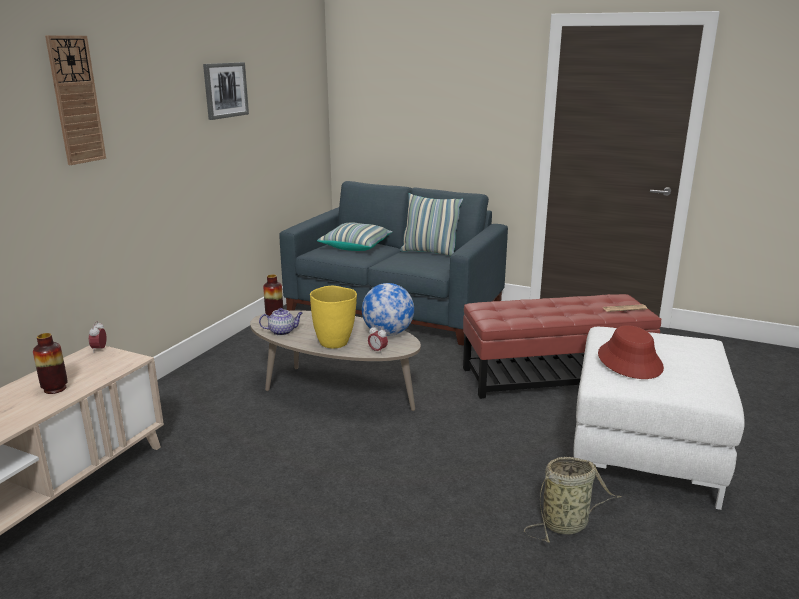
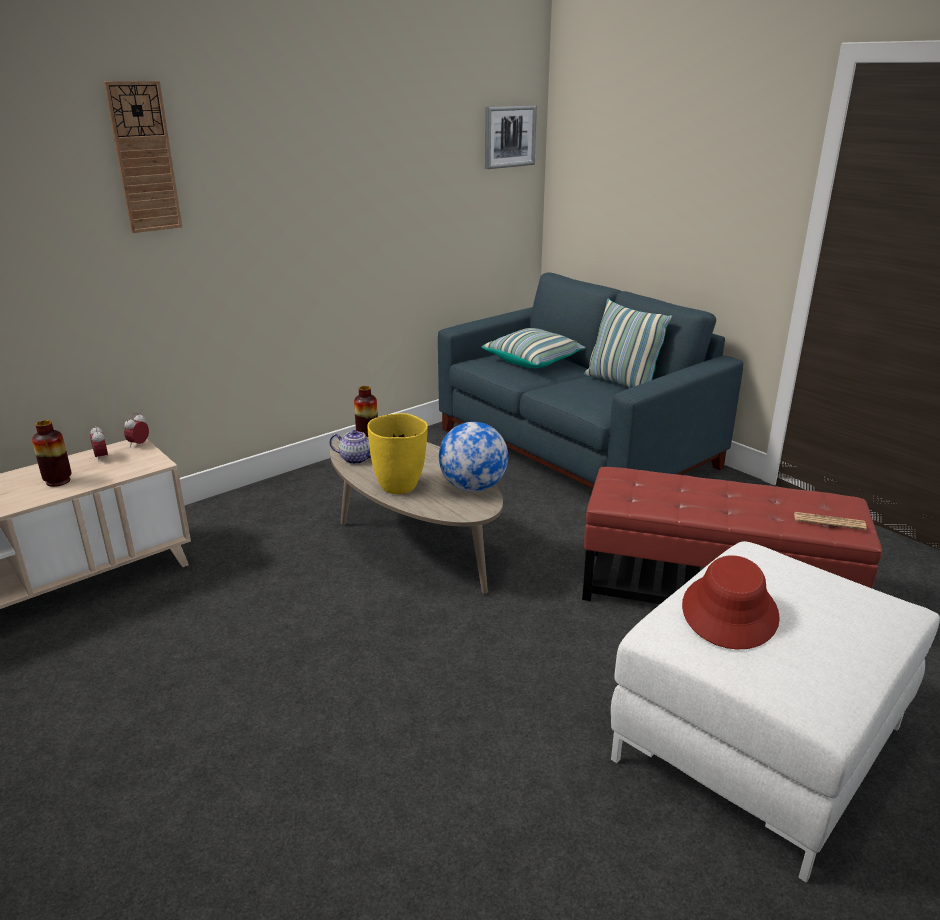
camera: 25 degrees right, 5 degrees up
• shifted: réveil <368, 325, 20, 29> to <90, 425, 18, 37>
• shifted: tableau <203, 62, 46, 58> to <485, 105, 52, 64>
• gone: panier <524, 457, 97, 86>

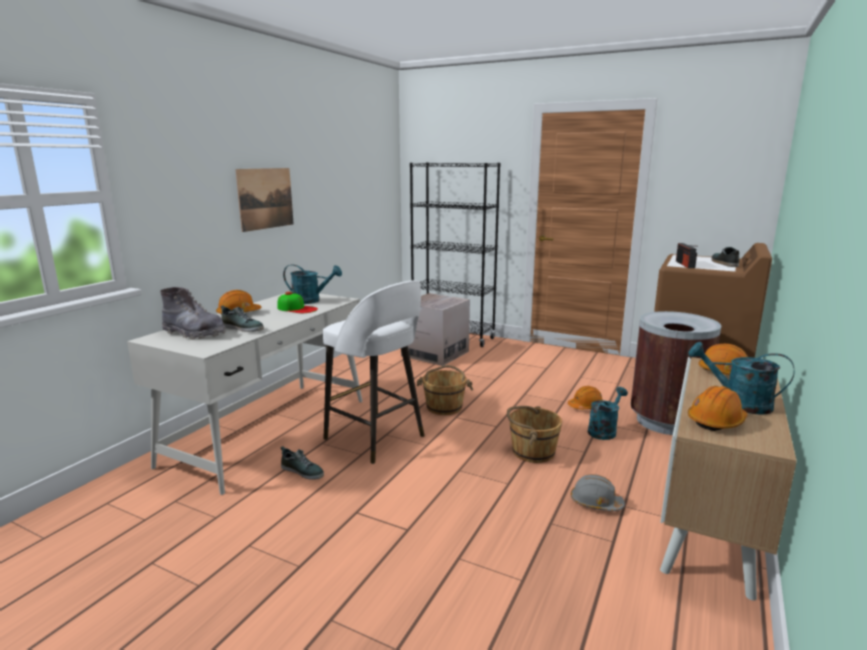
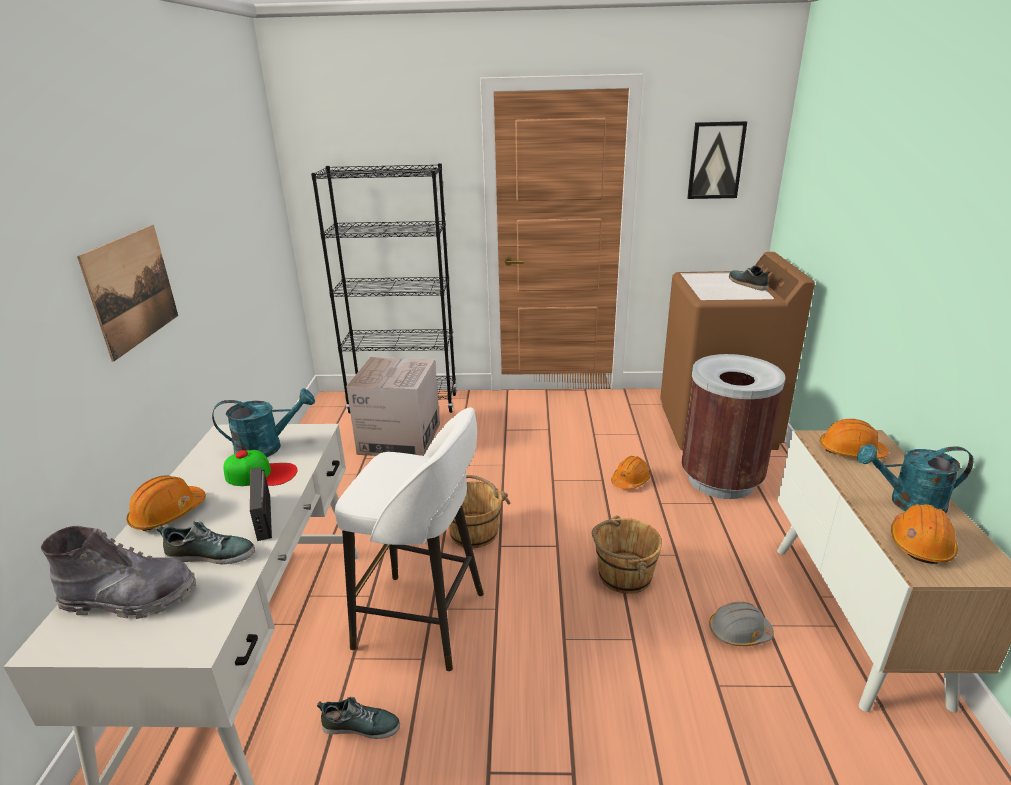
camera: 25 degrees left, 10 degrees up
• shifted: radio <676, 243, 22, 25> to <250, 467, 22, 74>
• new: tableau <687, 121, 60, 78>
• gone: arrosoir (turquoise) <588, 387, 40, 53>

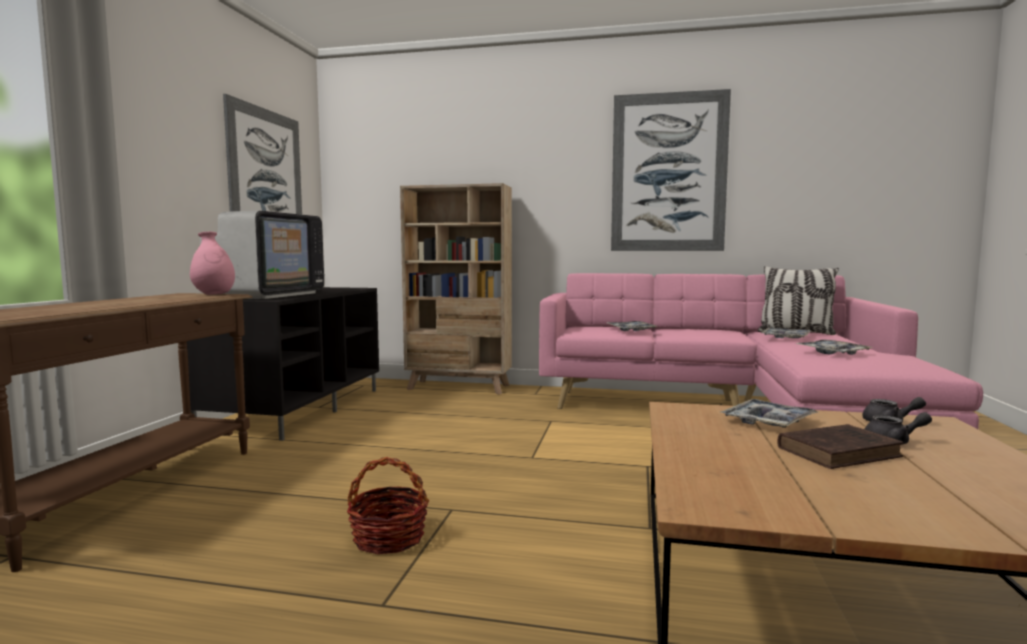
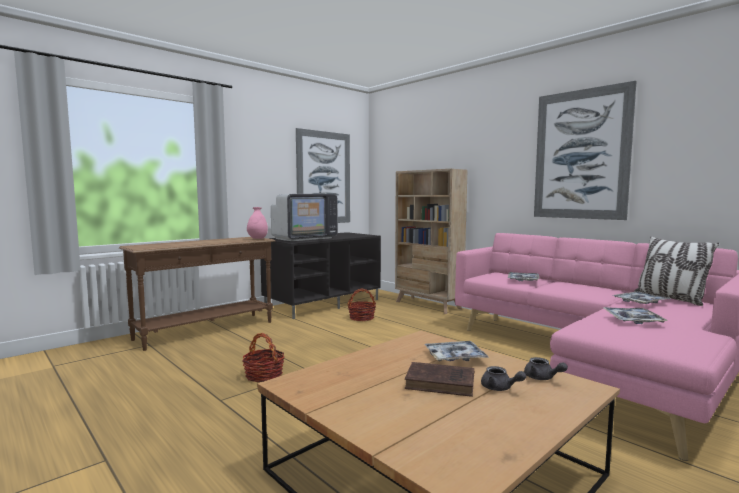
camera: 35 degrees right, 0 degrees up
• new: panier <347, 288, 29, 33>

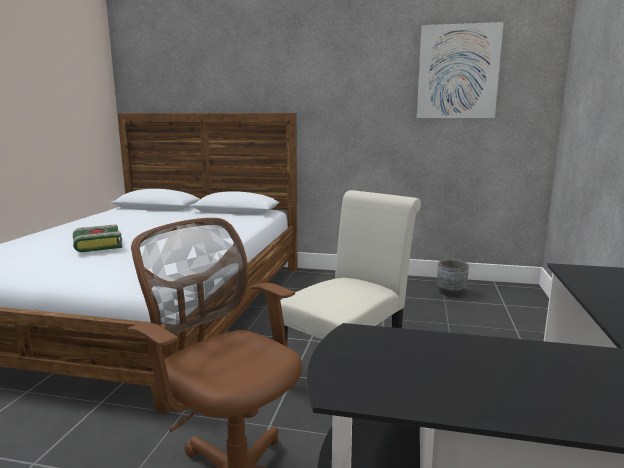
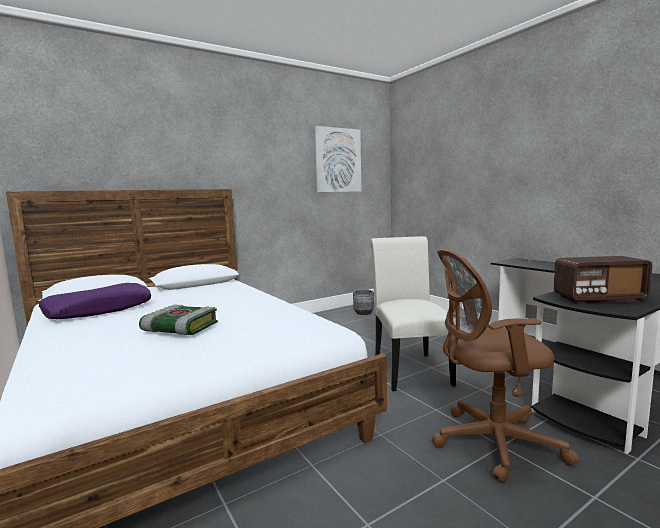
camera: 45 degrees left, 5 degrees down
• new: coussin (violet) <39, 283, 112, 36>
• new: radio <553, 256, 100, 47>

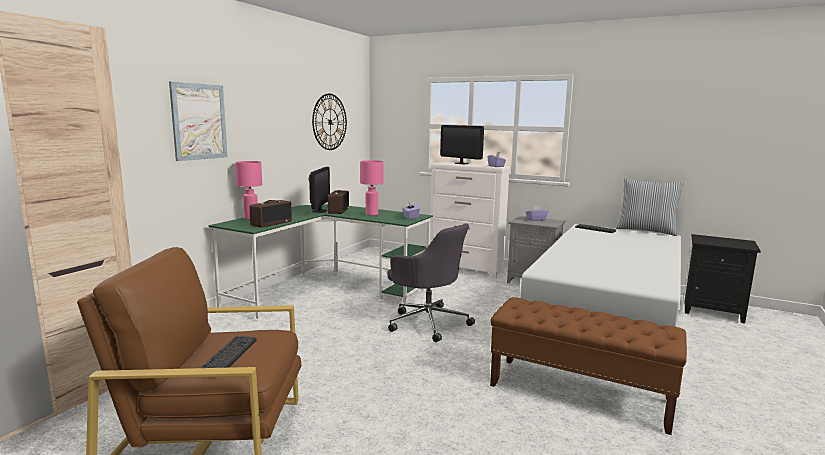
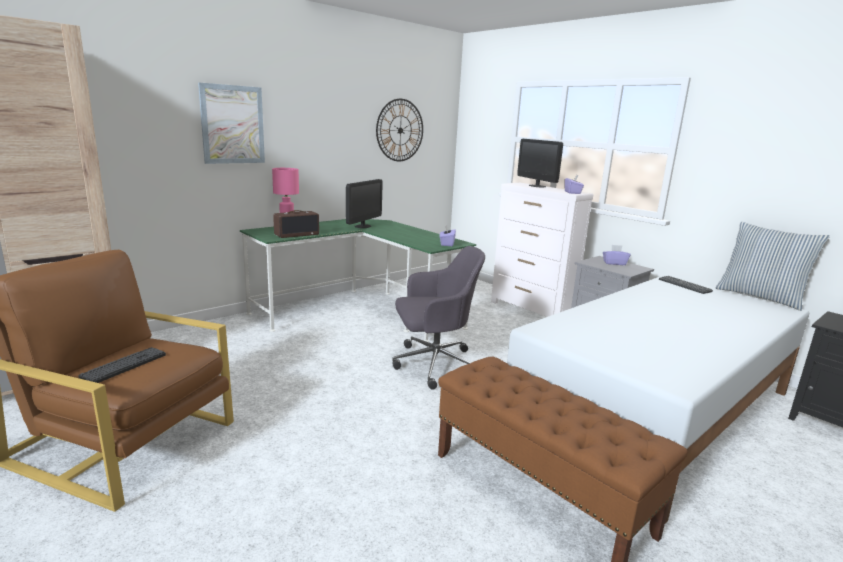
camera: 20 degrees right, 5 degrees up
• rotated: chaise de bureau (gris) <387, 223, 88, 119> = <392, 246, 93, 144> 75 degrees counterclockwise
• gone: radio <328, 190, 21, 24>
• gone: lampe de table (rose) <360, 160, 24, 55>

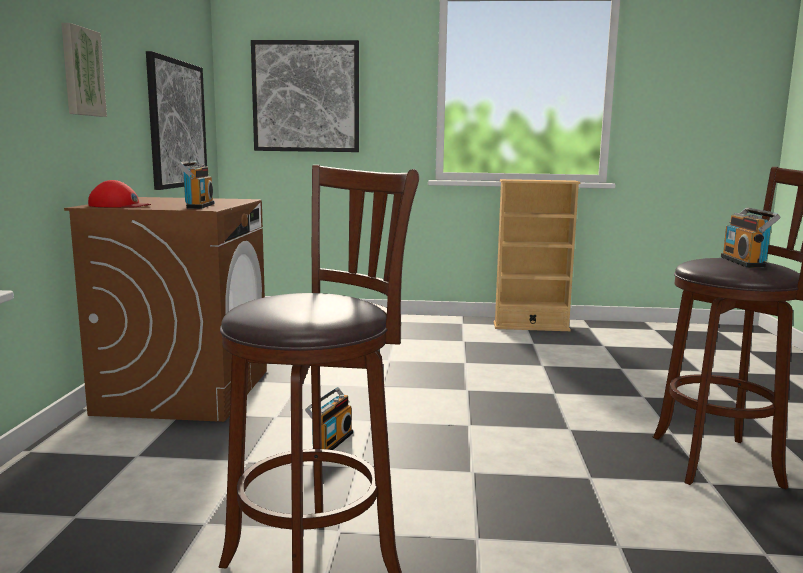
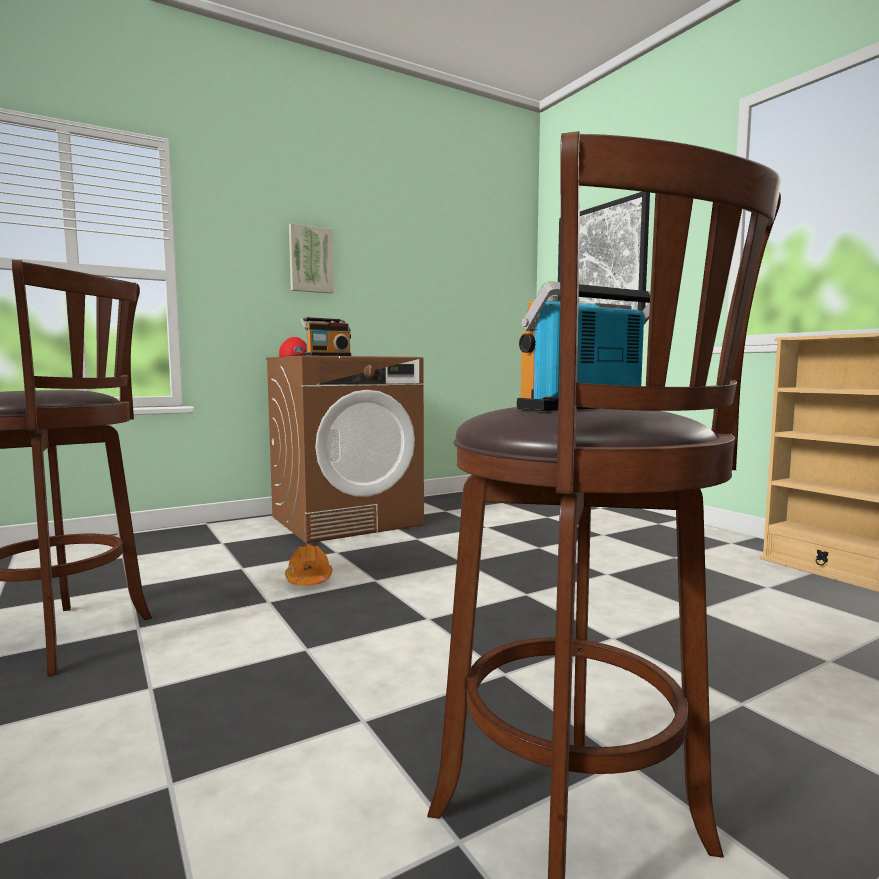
camera: 55 degrees right, 5 degrees down
• swapped: radio <305, 387, 48, 63> to casque de chantier (orange) <285, 544, 48, 42>
• gone: tableau <146, 51, 61, 139>

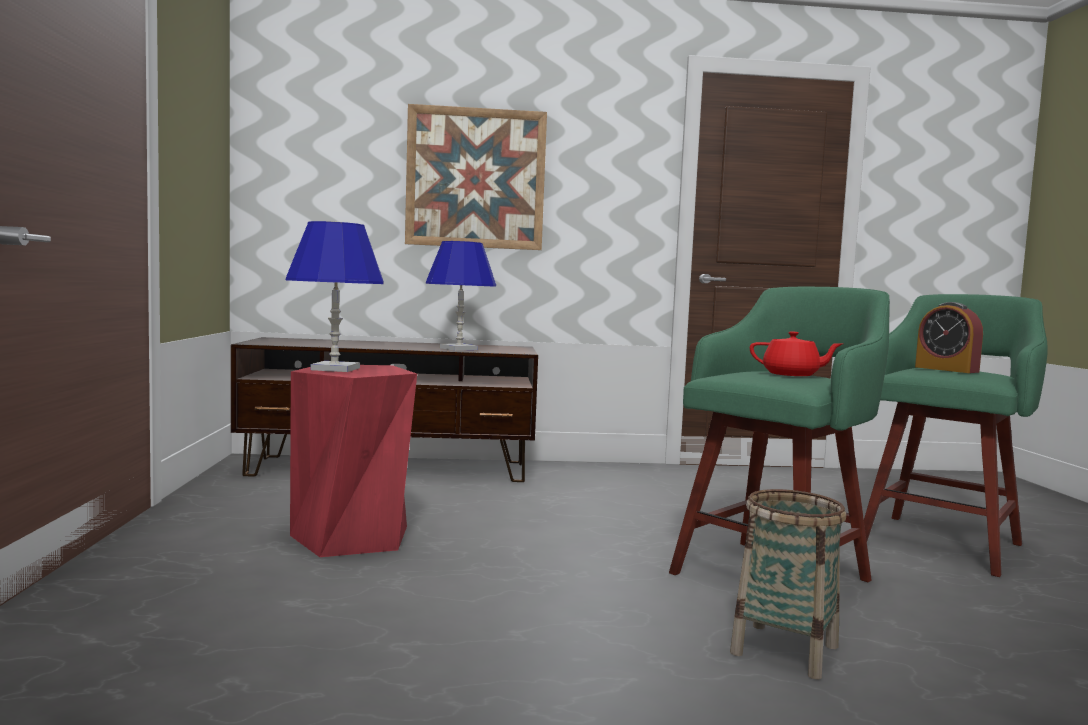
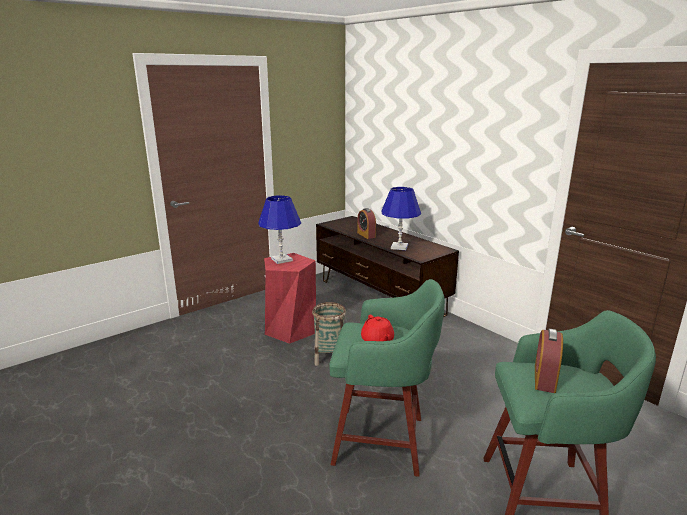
camera: 55 degrees right, 15 degrees up
• shifted: panier <730, 489, 116, 190> to <312, 302, 34, 64>
• new: réveil <357, 208, 19, 31>
• gone: tableau <405, 104, 142, 146>

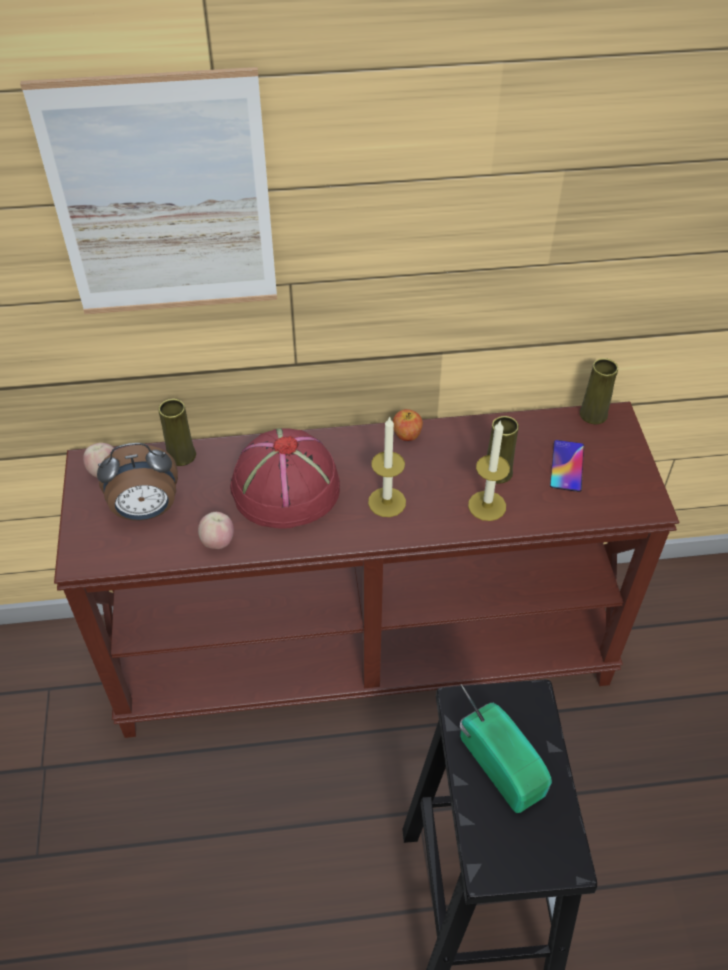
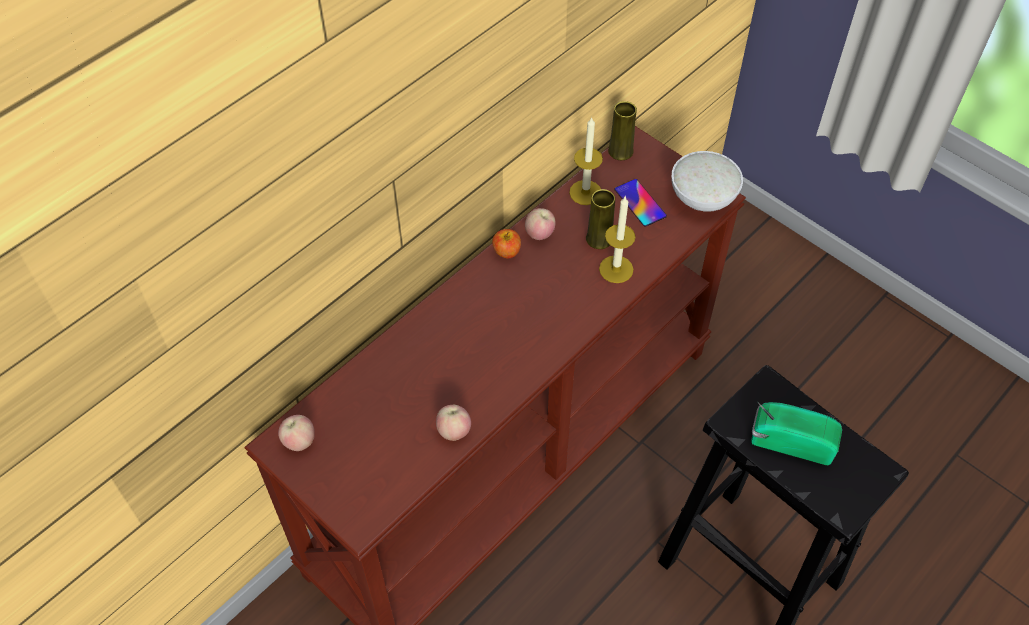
camera: 40 degrees left, 5 degrees up
• new: pomme <525, 208, 30, 32>
• shifted: bougie <368, 416, 38, 101> to <569, 117, 34, 88>
• new: bol (blanc) <672, 151, 71, 61>
• gone: tableau <20, 67, 257, 247>
• gone: réveil <97, 443, 81, 78>
• gone: vase (jaune) <159, 399, 37, 67>
• gone: chapeau (rouge) <230, 428, 110, 101>

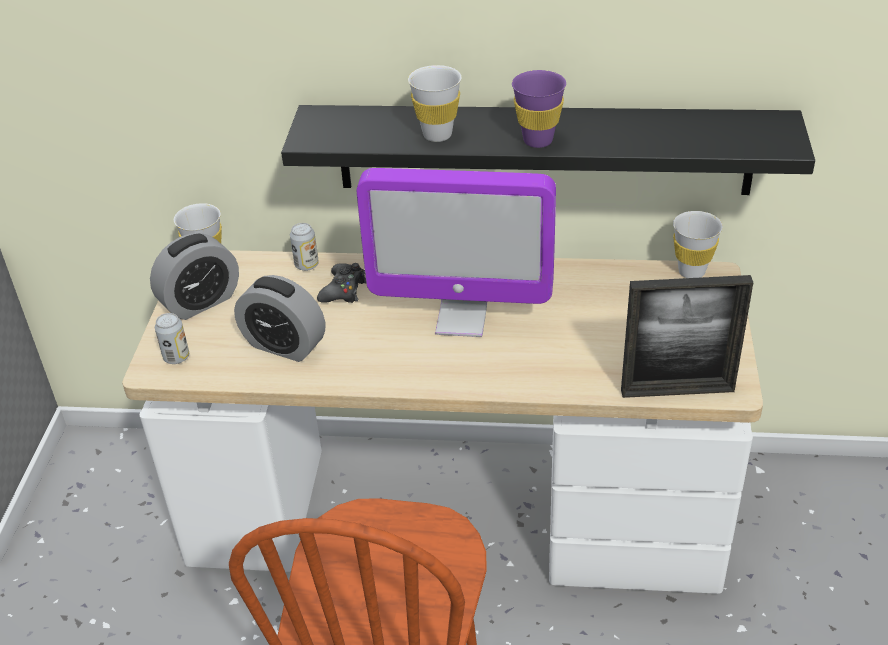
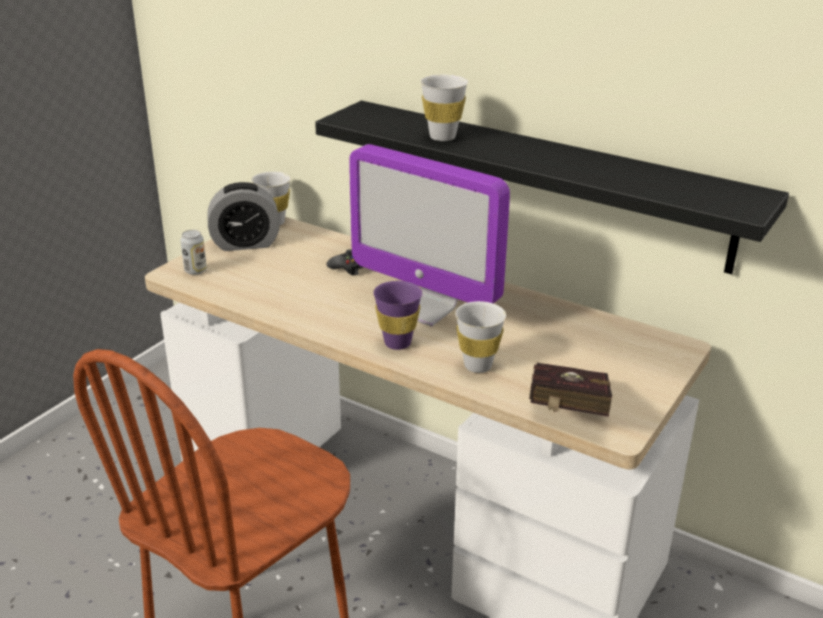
camera: 25 degrees right, 10 degrees down
• shifted: tasse (violet) <512, 70, 54, 78> to <373, 281, 49, 69>
• shifted: tasse (blanc) <673, 211, 50, 67> to <455, 301, 51, 72>
• swapped: cadre photo <621, 275, 132, 123> to livre (rouge) <529, 363, 83, 54>
• gone: réveil <234, 275, 91, 87>
• gone: boîte métallique <290, 223, 29, 48>

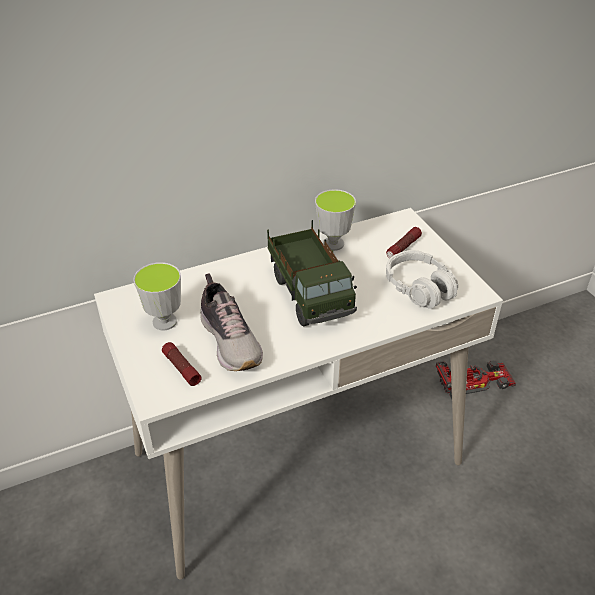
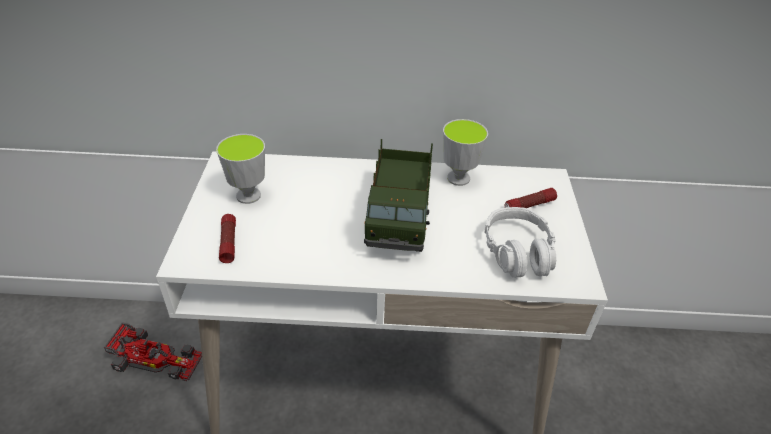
camera: 25 degrees right, 0 degrees up
• shifted: petite voiture <436, 360, 80, 39> to <104, 322, 98, 59>
• gone: chaussure <200, 273, 63, 98>

